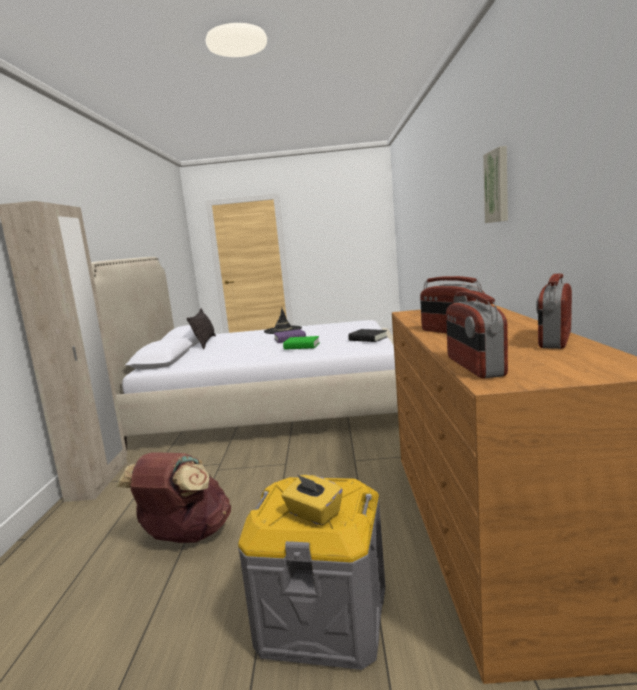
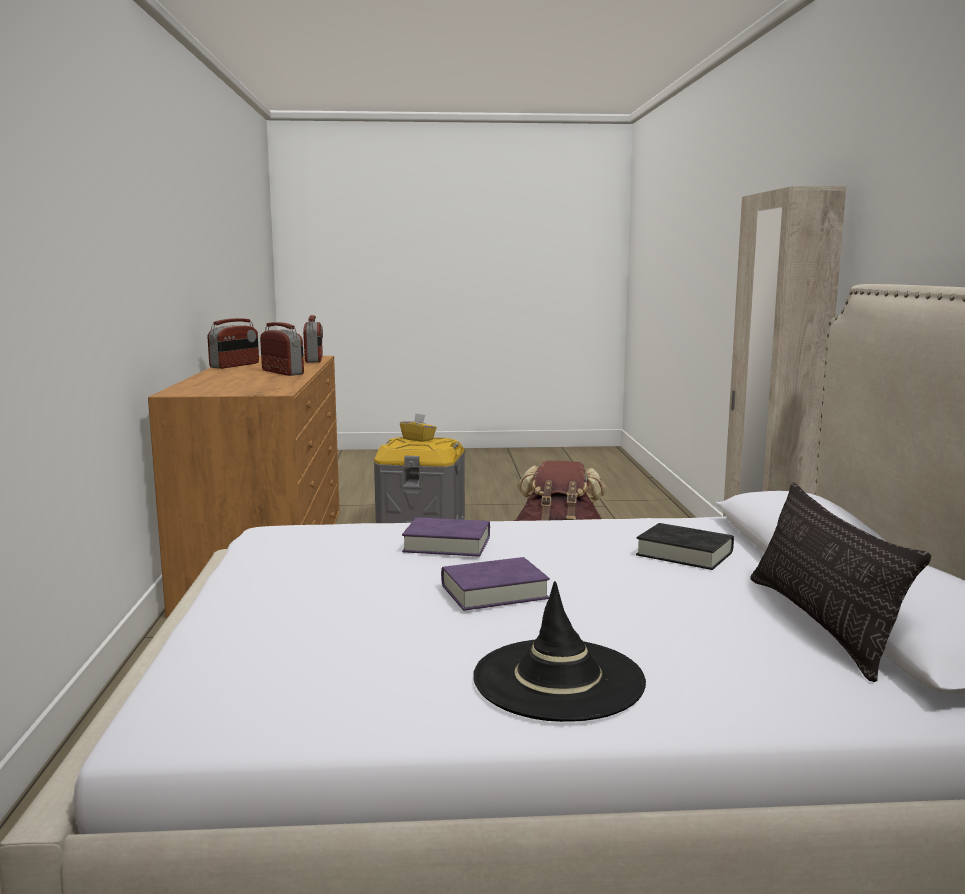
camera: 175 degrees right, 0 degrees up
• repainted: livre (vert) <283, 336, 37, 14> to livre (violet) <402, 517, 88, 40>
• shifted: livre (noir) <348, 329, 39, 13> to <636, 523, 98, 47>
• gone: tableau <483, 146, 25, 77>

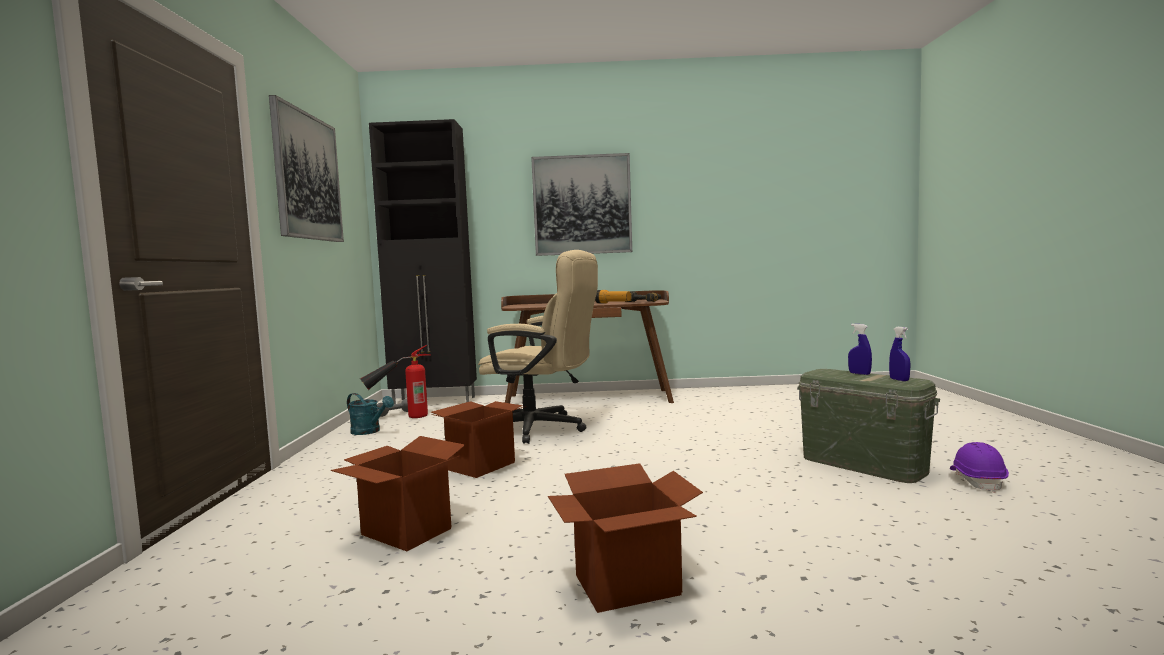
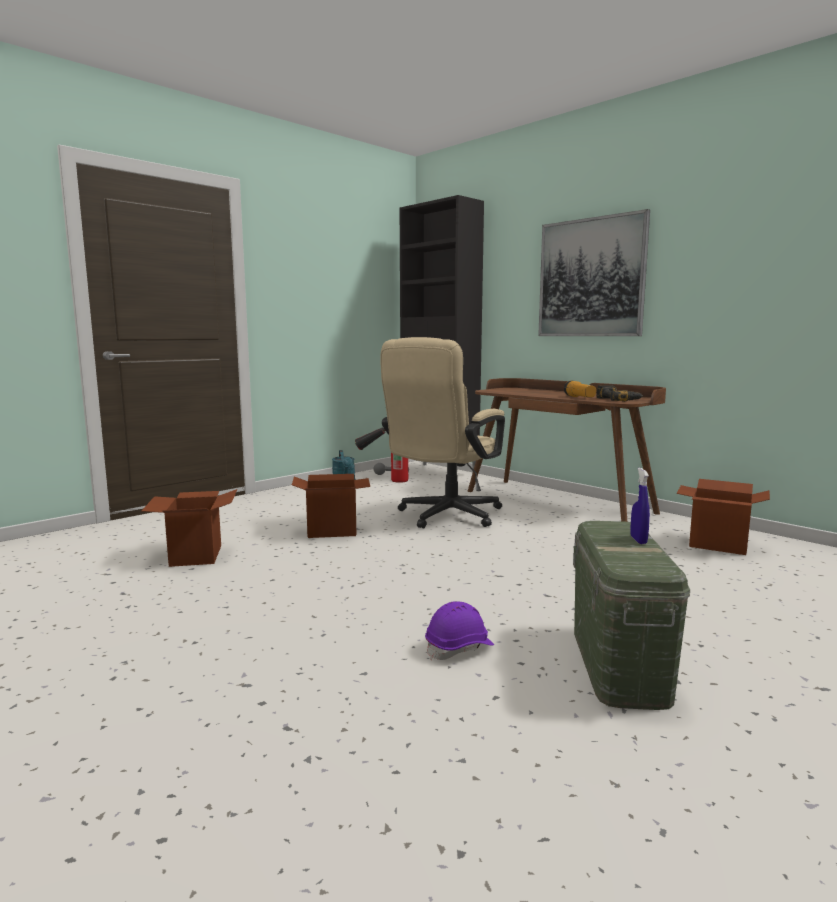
camera: 45 degrees right, 5 degrees up
• rotated: chaise de bureau (beige) <478, 250, 120, 194> = <380, 337, 125, 191> 60 degrees clockwise
• shifted: casque de chantier (violet) <950, 442, 59, 51> to <425, 601, 69, 59>
• shifted: carton <548, 463, 155, 150> to <677, 479, 93, 76>
• gone: tableau <269, 95, 75, 147>
• gone: vaporisateur (bleu) <889, 327, 21, 54>

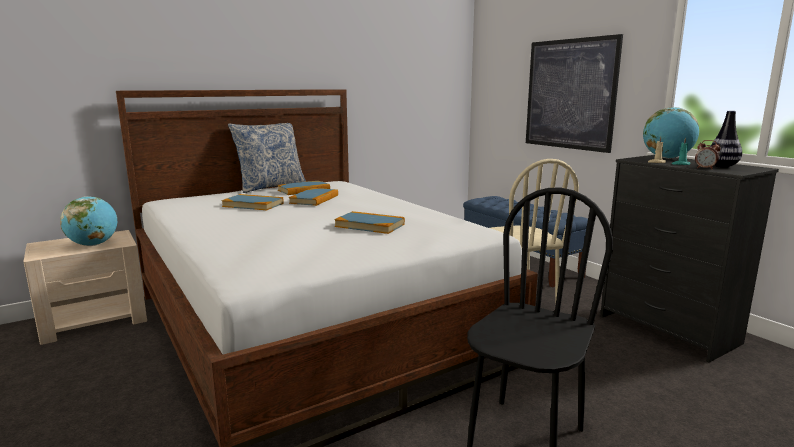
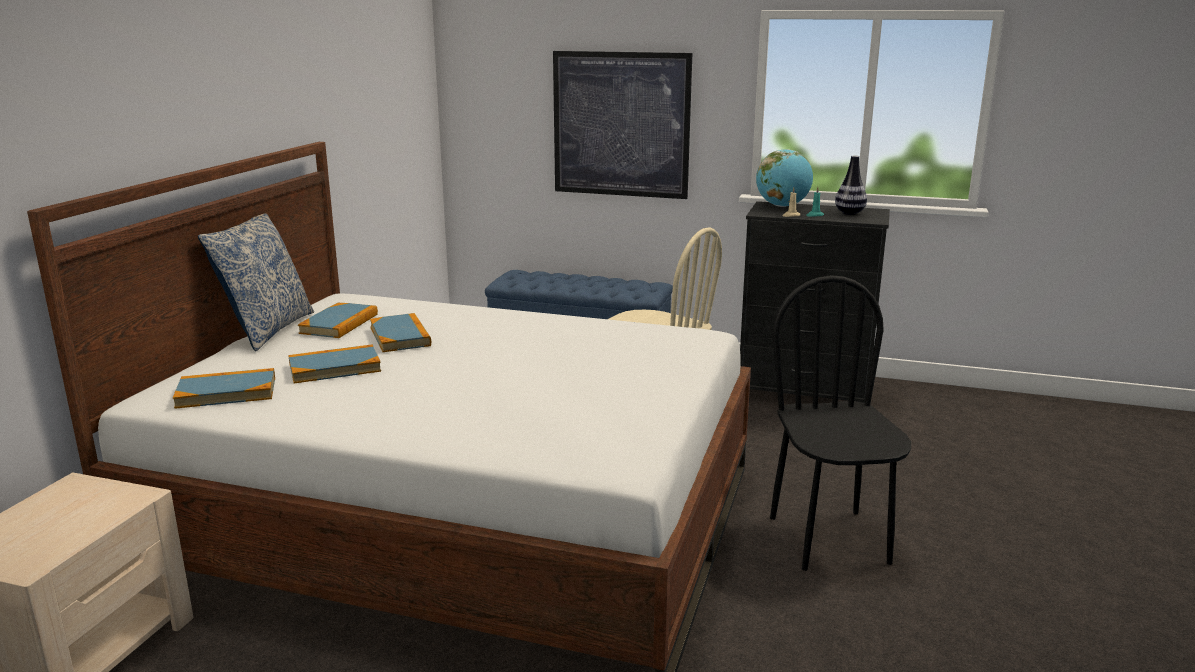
camera: 40 degrees left, 5 degrees up
• shifted: livre <334, 211, 71, 23> to <173, 368, 102, 41>
• gone: globe <60, 196, 57, 50>
• gone: réveil <695, 140, 26, 30>

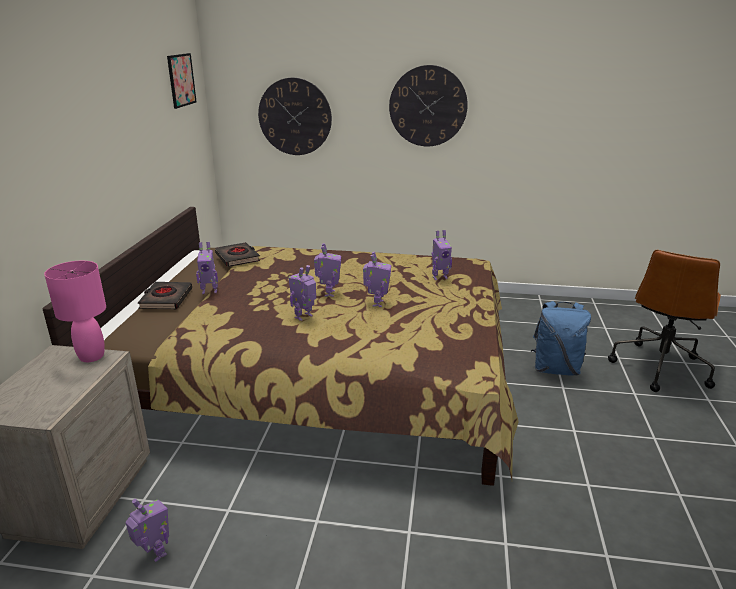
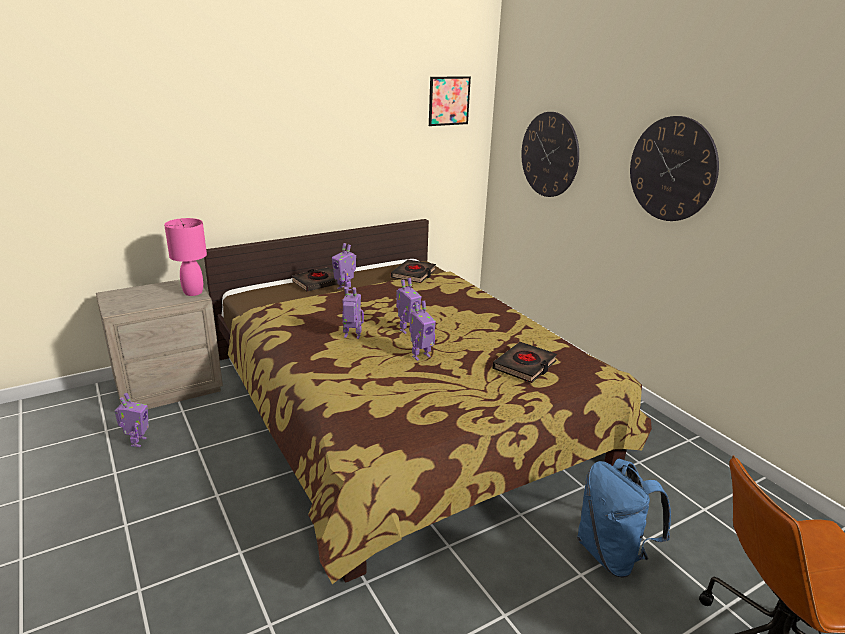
camera: 50 degrees right, 0 degrees up
• swapped: robot jouet <432, 230, 20, 50> to livre (noir) <492, 342, 65, 41>

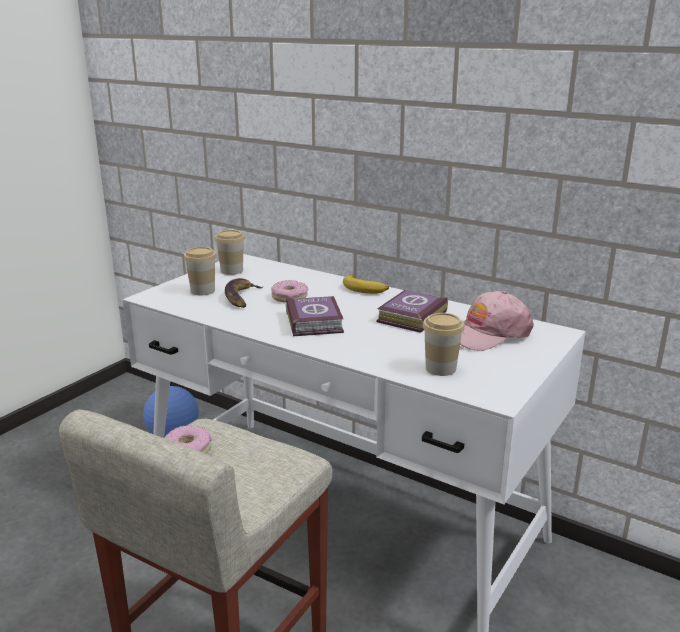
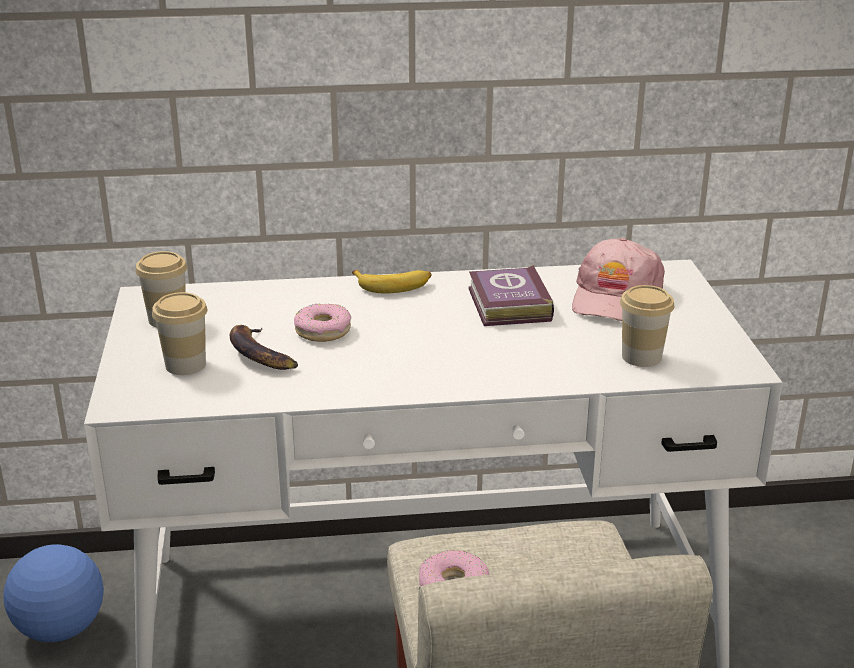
camera: 40 degrees left, 5 degrees up
• gone: livre <286, 296, 58, 40>

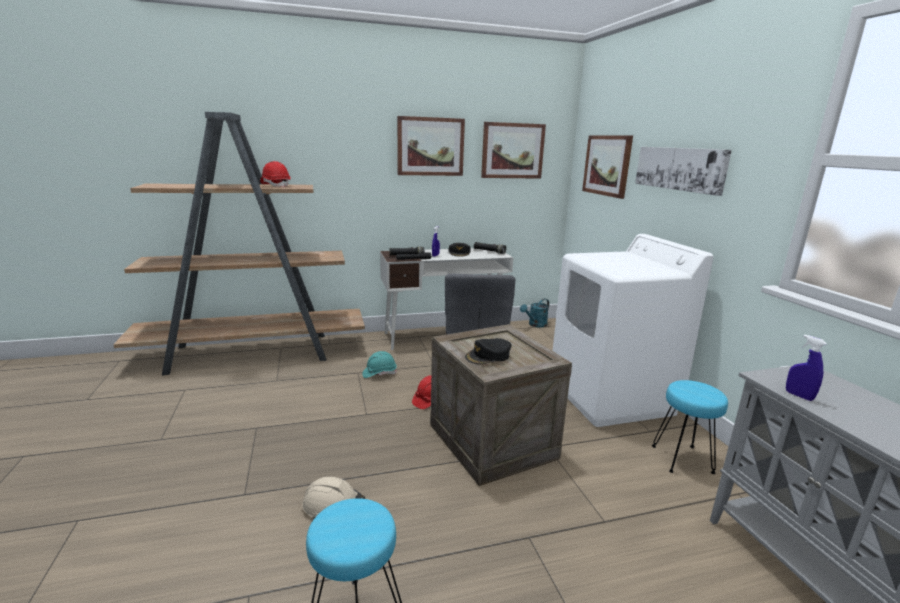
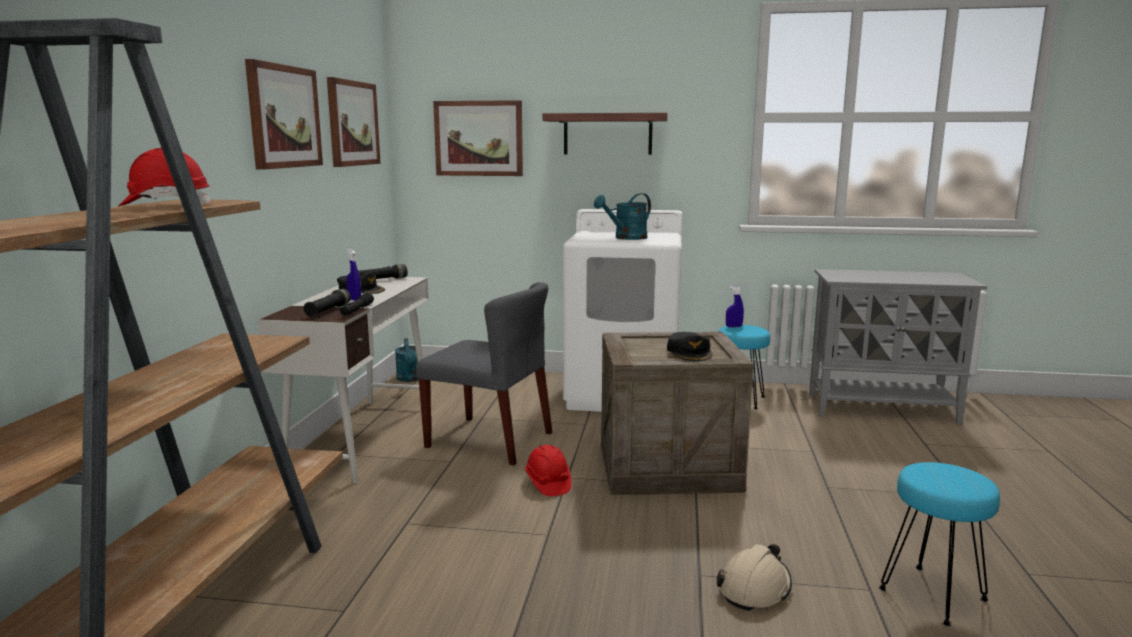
camera: 65 degrees left, 5 degrees down
• swapped: tableau <635, 147, 97, 49> to étagère <543, 113, 125, 42>
• new: arrosoir (turquoise) <594, 193, 57, 47>
• shifted: vaporisateur (bleu) <786, 335, 41, 66> to <726, 286, 18, 41>
• gone: casque de chantier (turquoise) <362, 351, 35, 27>

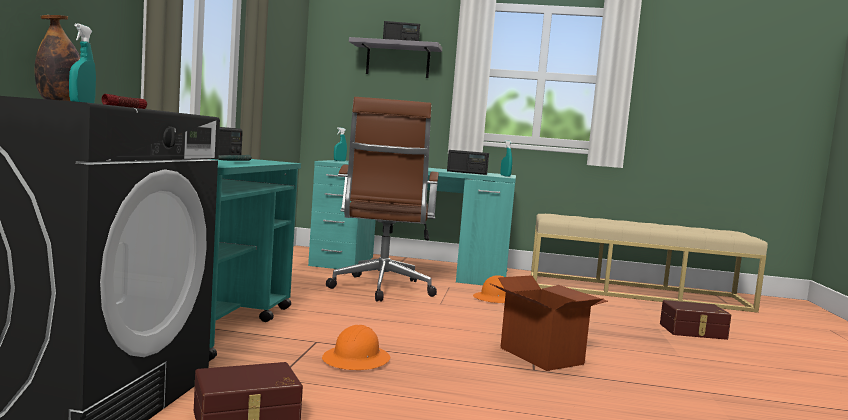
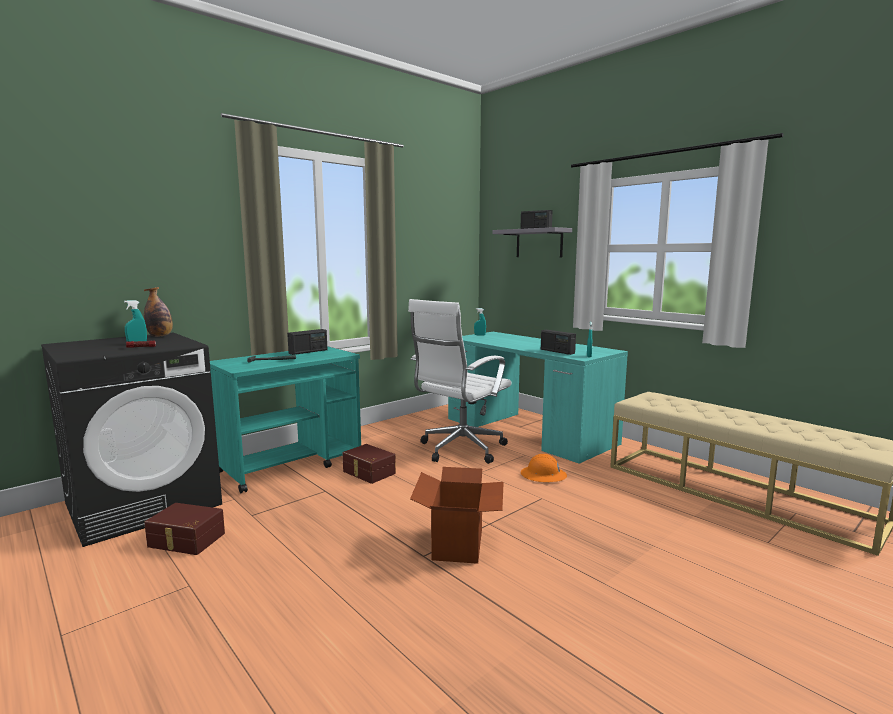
camera: 40 degrees right, 5 degrees up
• shifted: boîte de rangement (marron) <660, 300, 71, 40> to <342, 444, 54, 40>
• repainted: chaise de bureau (marron) <326, 97, 113, 205> to chaise de bureau (blanc) <408, 299, 103, 165>
• gone: casque de chantier (orange) <322, 325, 68, 45>

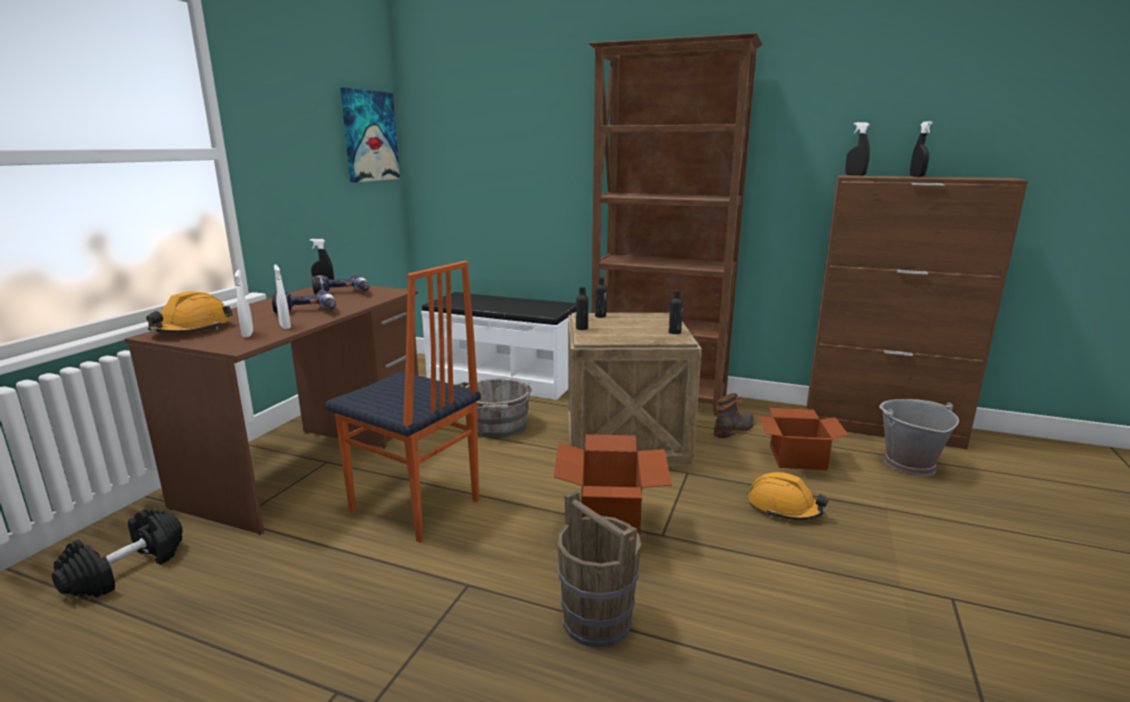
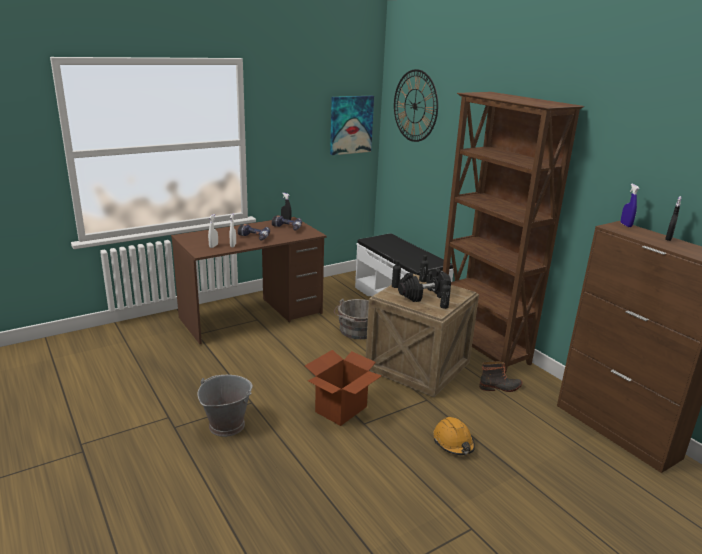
camera: 35 degrees right, 5 degrees up
• shifted: seau (gris) <879, 399, 80, 78> to <197, 375, 56, 62>
• new: horloge murale <394, 69, 44, 73>
• shifted: haltère (noir) <52, 508, 131, 90> to <398, 269, 53, 33>
• repainted: vaporisateur (noir) <845, 122, 25, 54> to vaporisateur (bleu) <621, 184, 18, 43>
• gone: casque de chantier (orange) <146, 291, 87, 42>
• gone: chaise <325, 261, 156, 281>
• gone: seau (marron) <557, 490, 84, 158>
• gone: carton <759, 408, 90, 62>

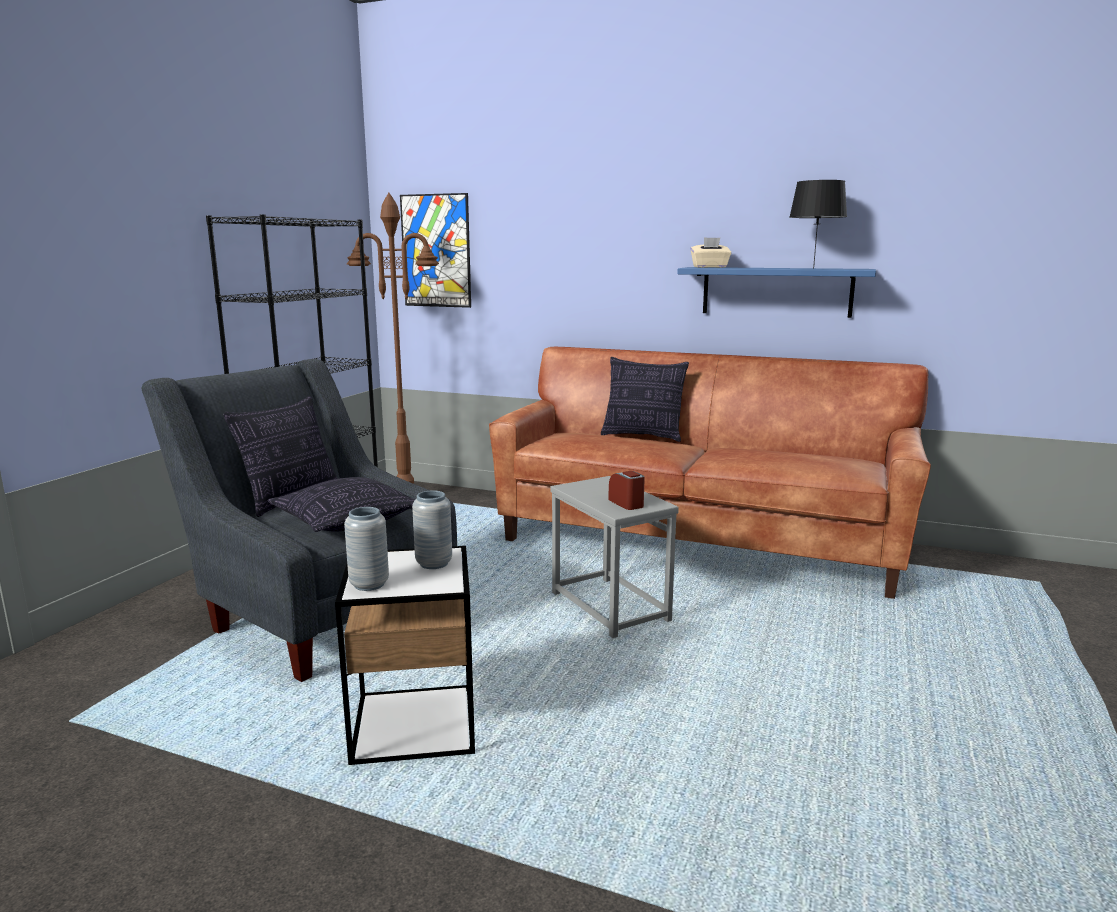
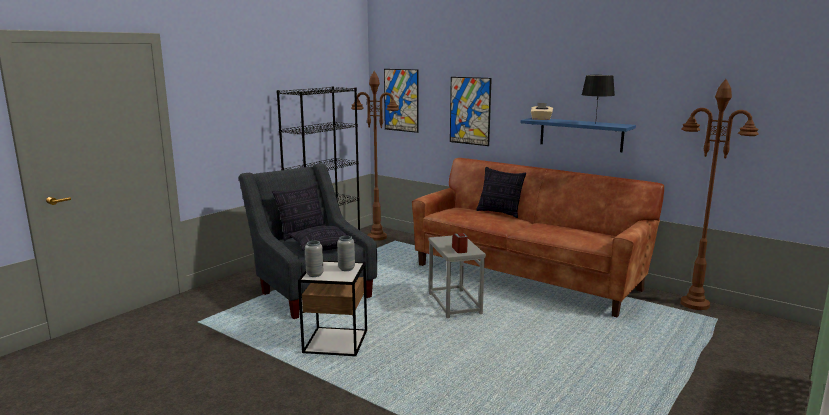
camera: 15 degrees right, 0 degrees up
• new: tableau <450, 77, 42, 69>
• new: lampadaire (marron) <681, 79, 78, 231>

